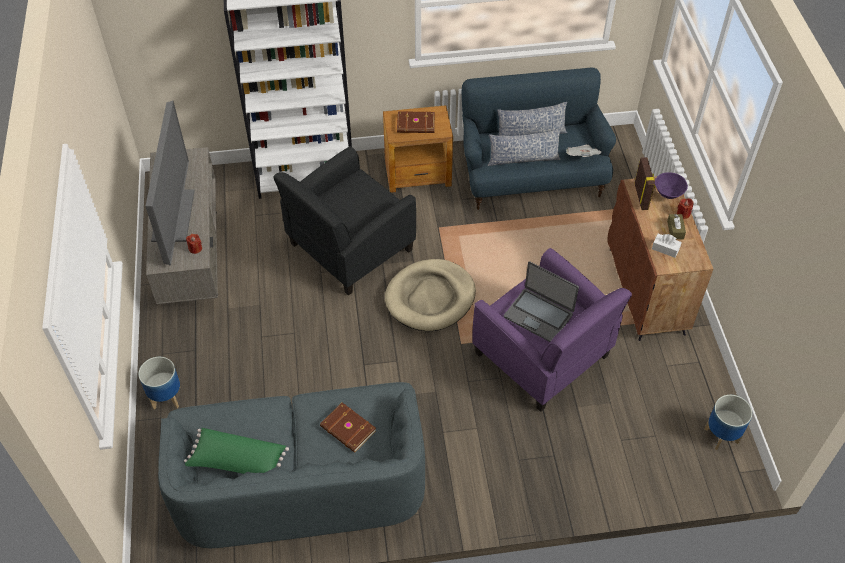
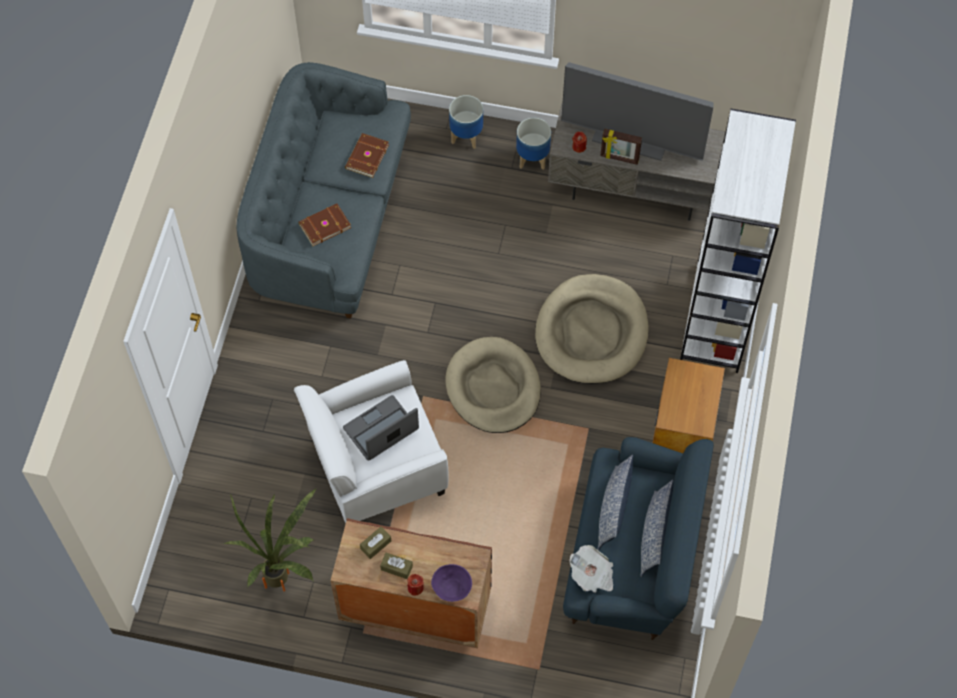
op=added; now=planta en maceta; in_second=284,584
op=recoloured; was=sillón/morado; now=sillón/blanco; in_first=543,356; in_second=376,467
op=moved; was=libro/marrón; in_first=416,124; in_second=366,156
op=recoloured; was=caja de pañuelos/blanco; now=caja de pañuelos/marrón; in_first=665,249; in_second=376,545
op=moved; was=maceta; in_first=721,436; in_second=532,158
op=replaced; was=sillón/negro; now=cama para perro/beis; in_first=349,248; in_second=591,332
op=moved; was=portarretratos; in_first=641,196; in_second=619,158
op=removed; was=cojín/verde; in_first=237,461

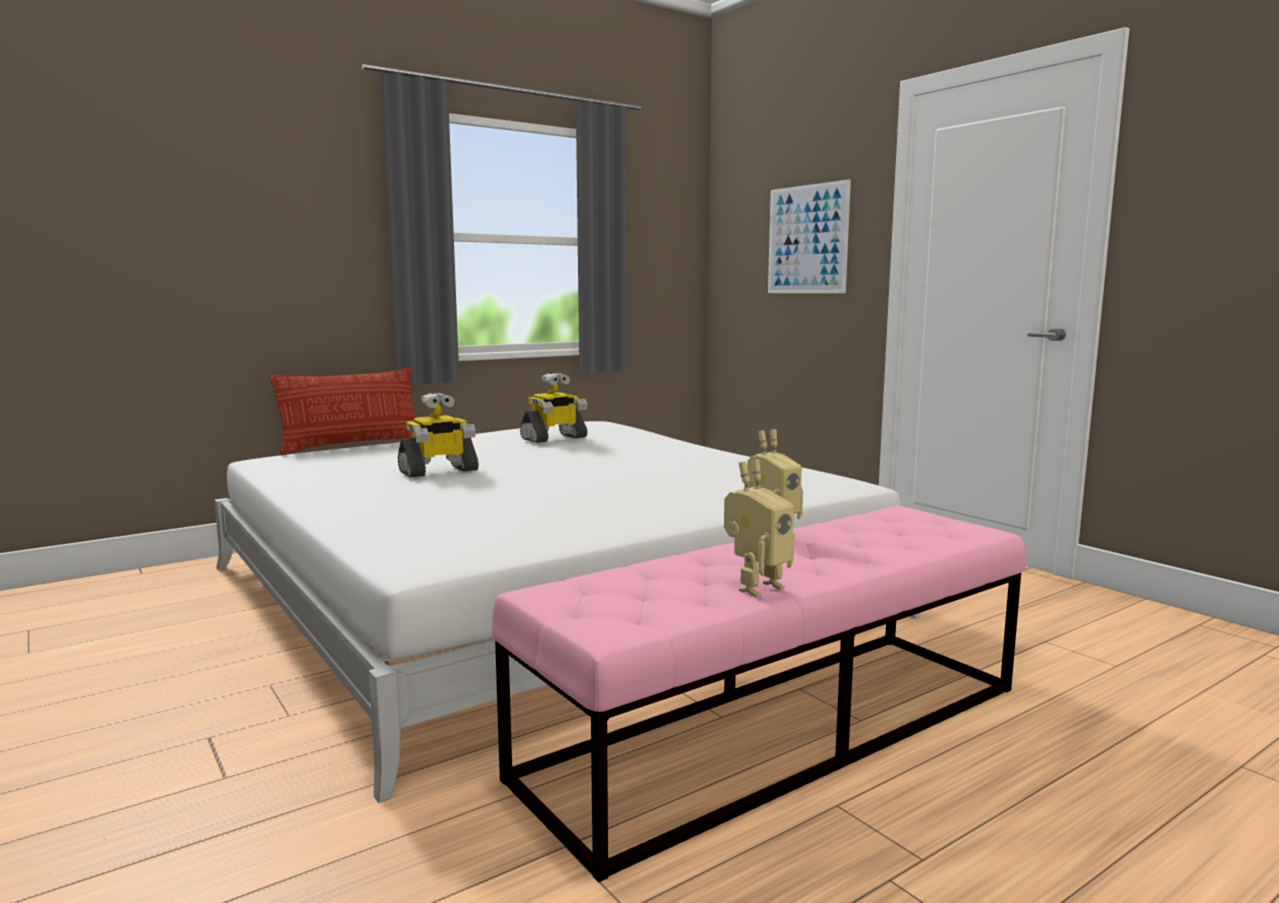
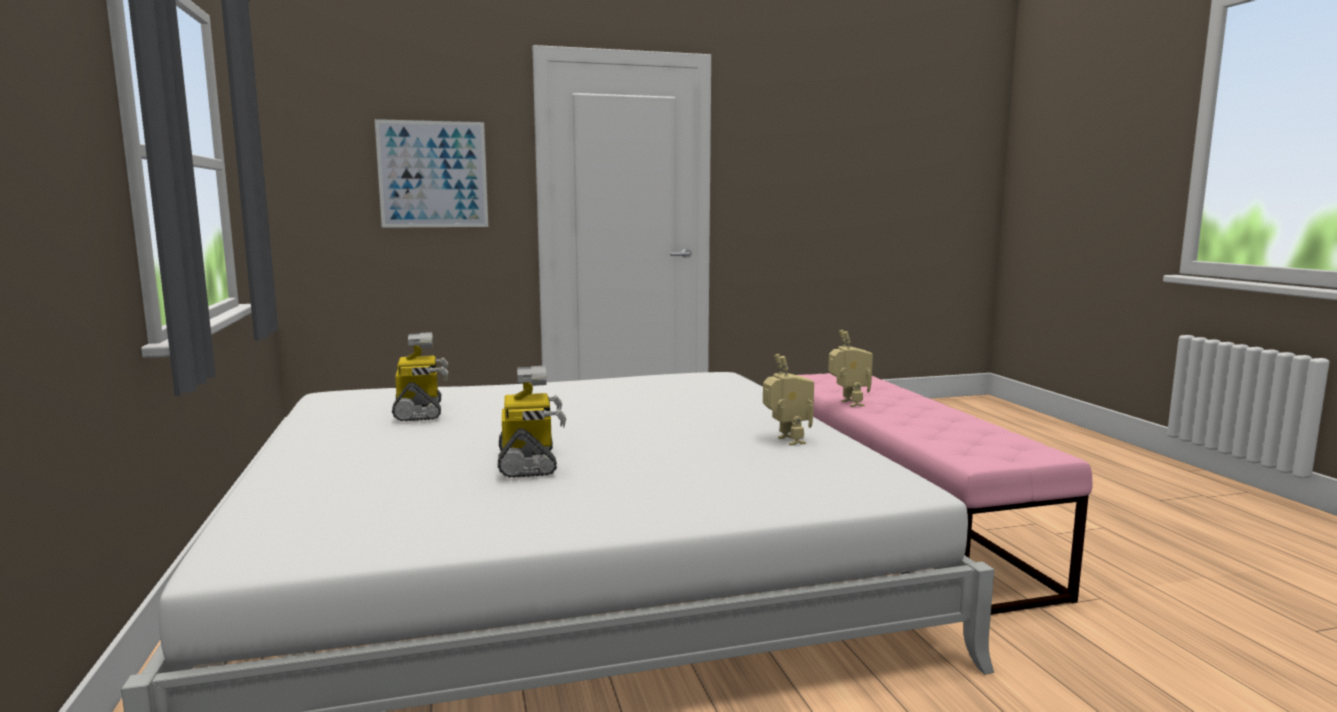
op=moved; was=robot de juguete; in_first=755,587; in_second=786,441
op=removed; was=cojín; in_first=352,445

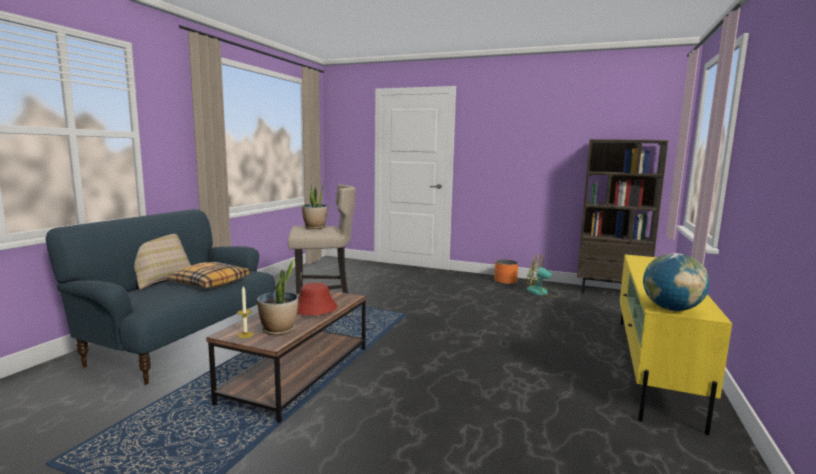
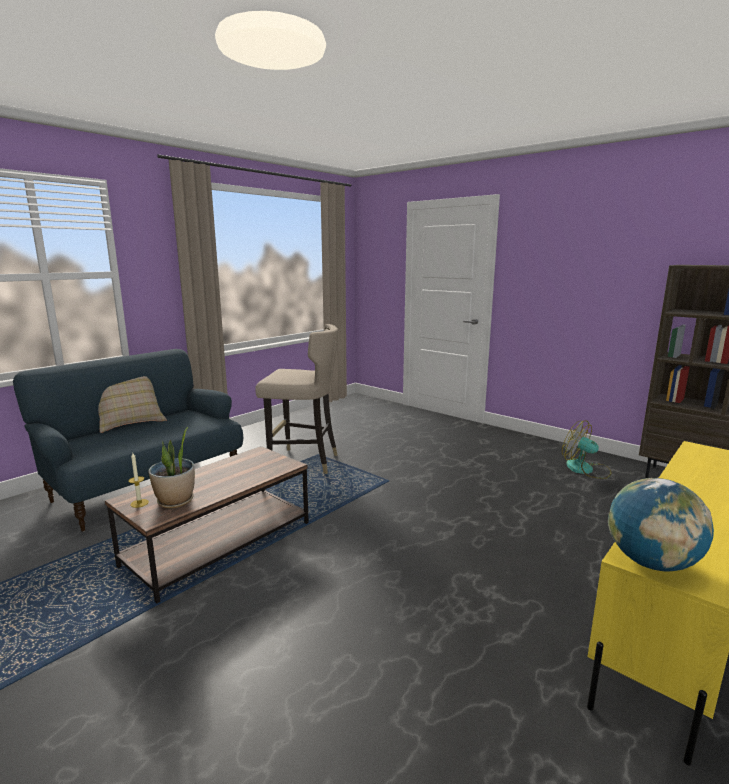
op=removed; was=cojín; in_first=210,283
op=removed; was=sombrero/rojo; in_first=314,308
op=removed; was=planta en maceta; in_first=315,227
op=removed; was=maceta/naranja; in_first=505,281

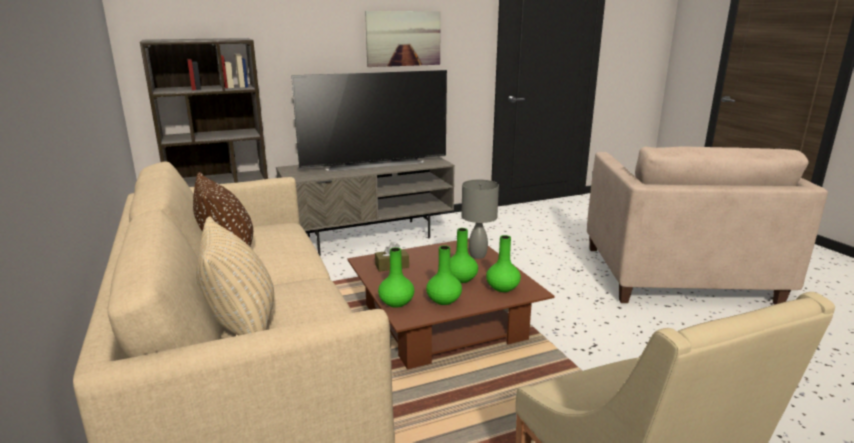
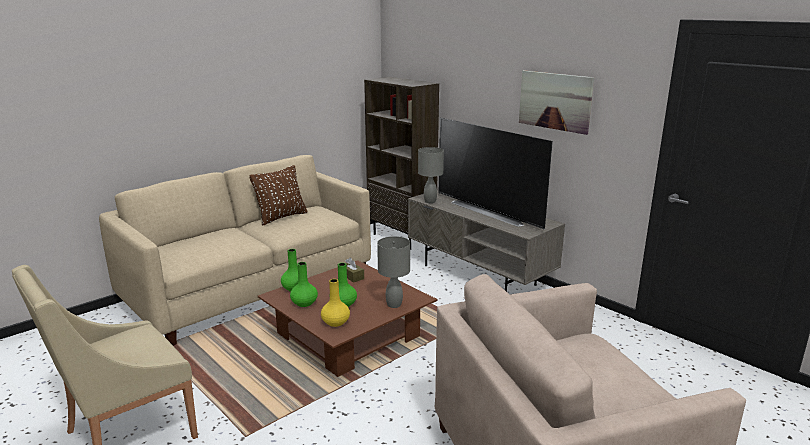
op=recoloured; was=florero/verde; now=florero/amarillo; in_first=503,288; in_second=335,323
op=added; now=lámpara de mesa/gris; in_second=430,201
op=removed; was=cojín/beis; in_first=242,326

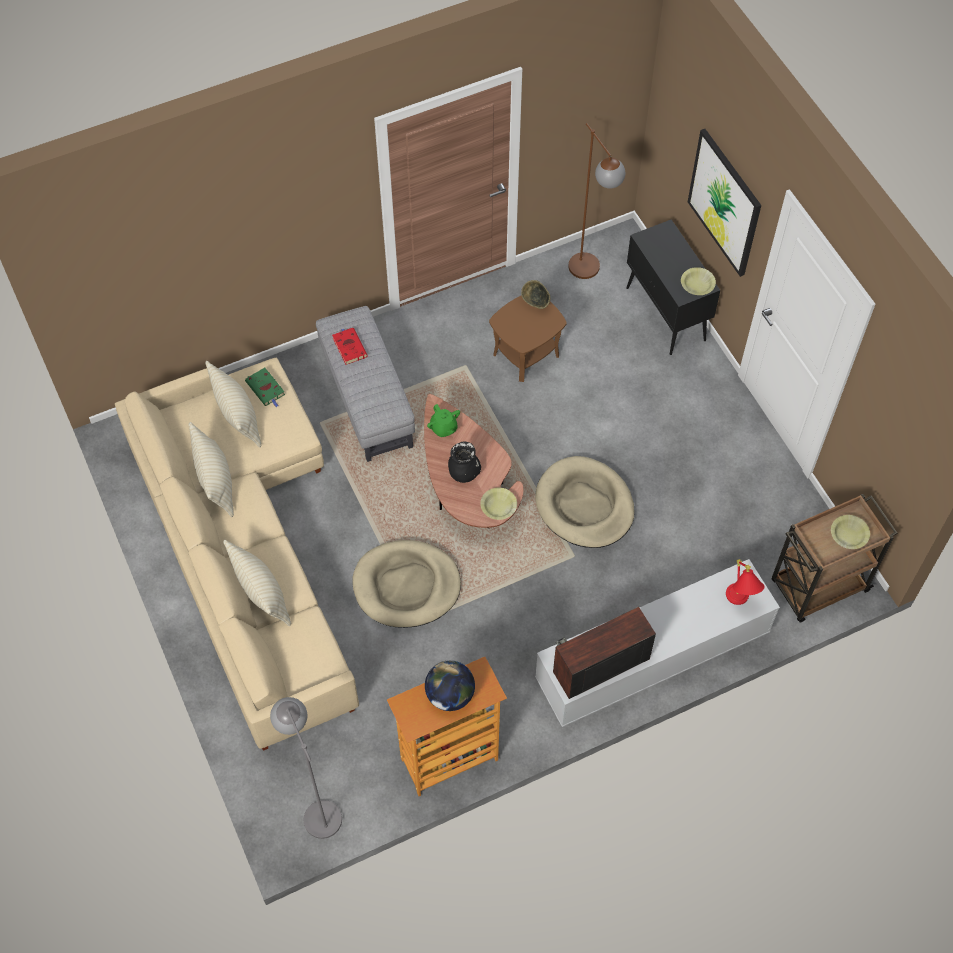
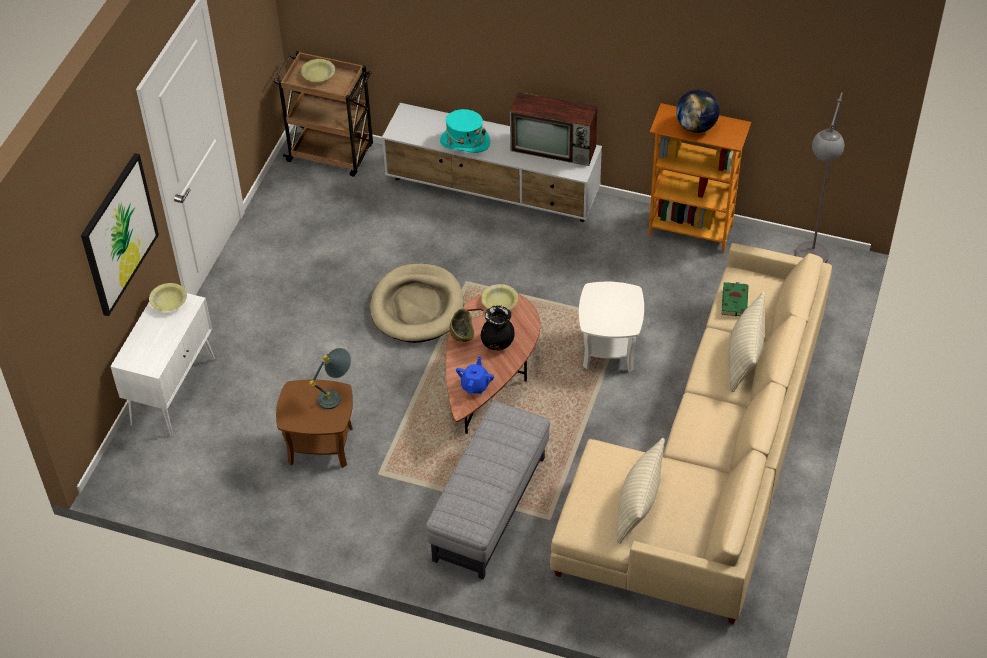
op=recoloured; was=armario/negro; now=armario/blanco; in_first=666,315; in_second=174,390
op=added; now=lámpara de mesa/gris; in_second=336,396
op=added; now=sombrero/turquesa; in_second=464,142
op=moved; was=cuenco; in_first=536,302; in_second=462,335
op=recoloured; was=tetera/verde; now=tetera/azul; in_first=443,428; in_second=475,385
op=replaced; was=cama para perro/beis; now=mesa auxiliar/blanco; in_first=406,586; in_second=609,348
op=moved; was=libro/verde; in_first=266,389; in_second=734,300
op=removed; was=cojín/beis; in_first=215,481
op=removed; was=libro/rojo; in_first=349,347
op=removed; was=lámpara de pie/marrón; in_first=589,274
op=removed; was=lámpara de mesa/rojo; in_first=739,602

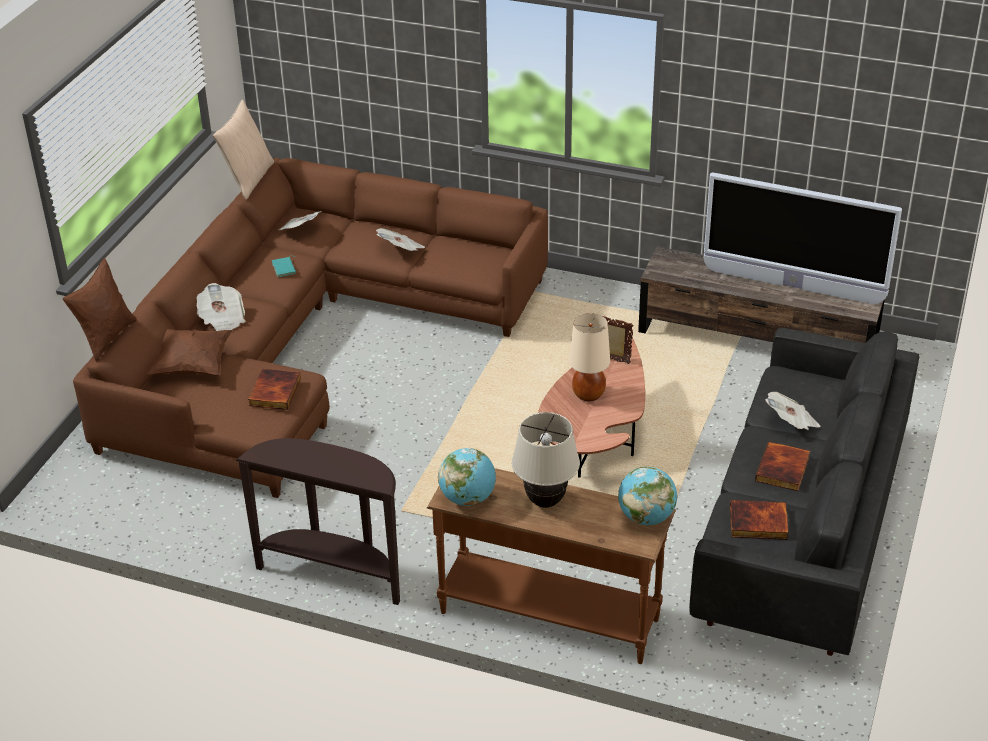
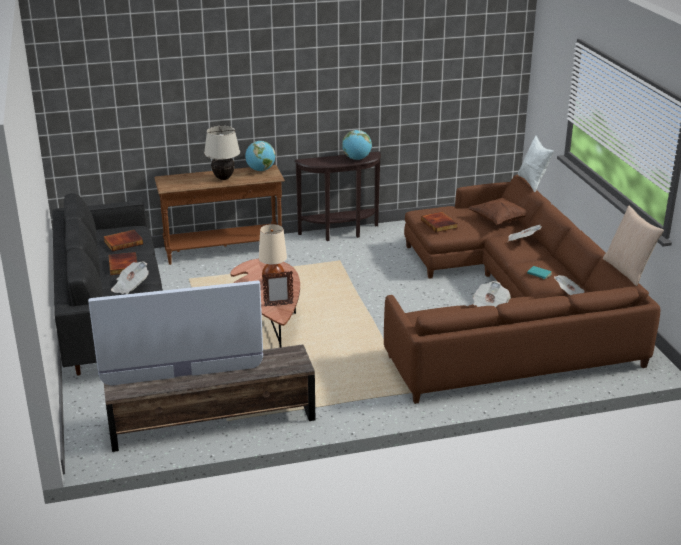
op=moved; was=globo terráqueo; in_first=646,517; in_second=357,159
op=recoloured; was=cojín/marrón; now=cojín/blanco; in_first=106,338; in_second=533,183

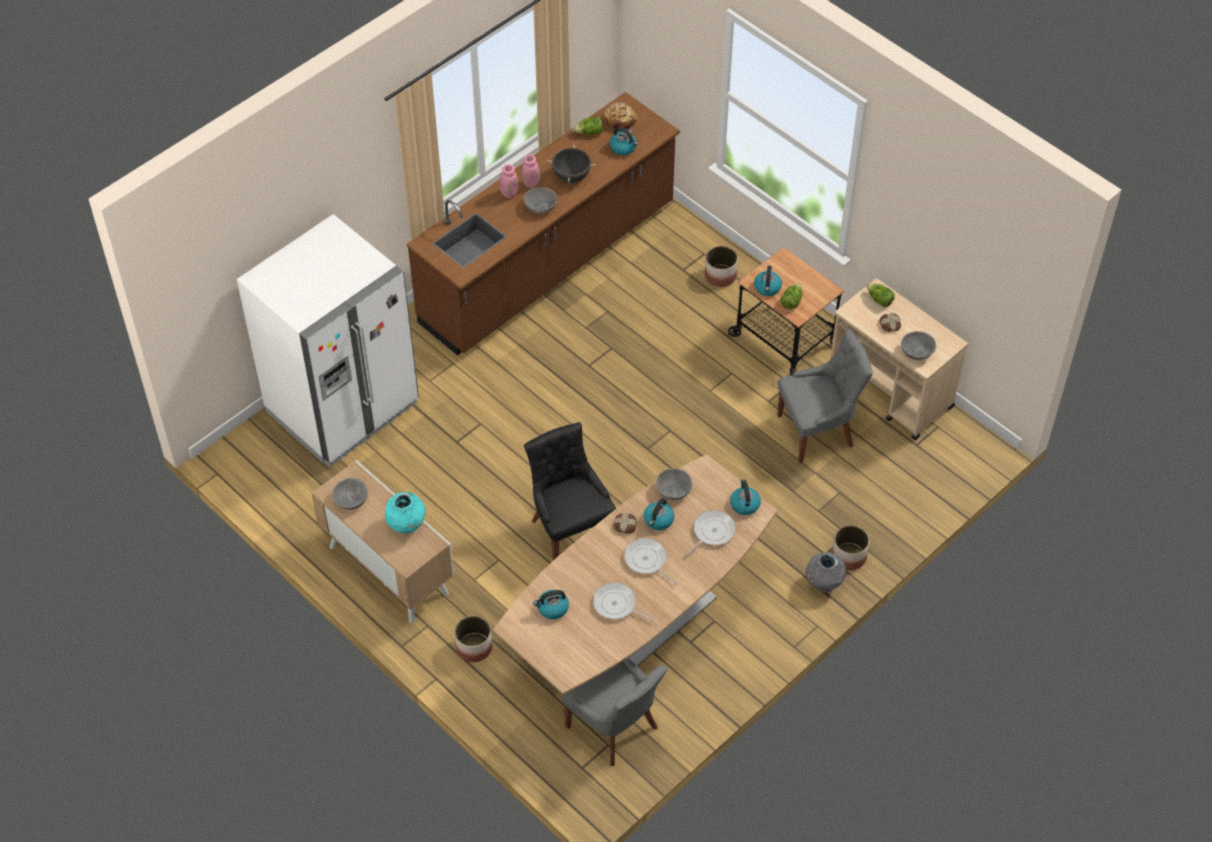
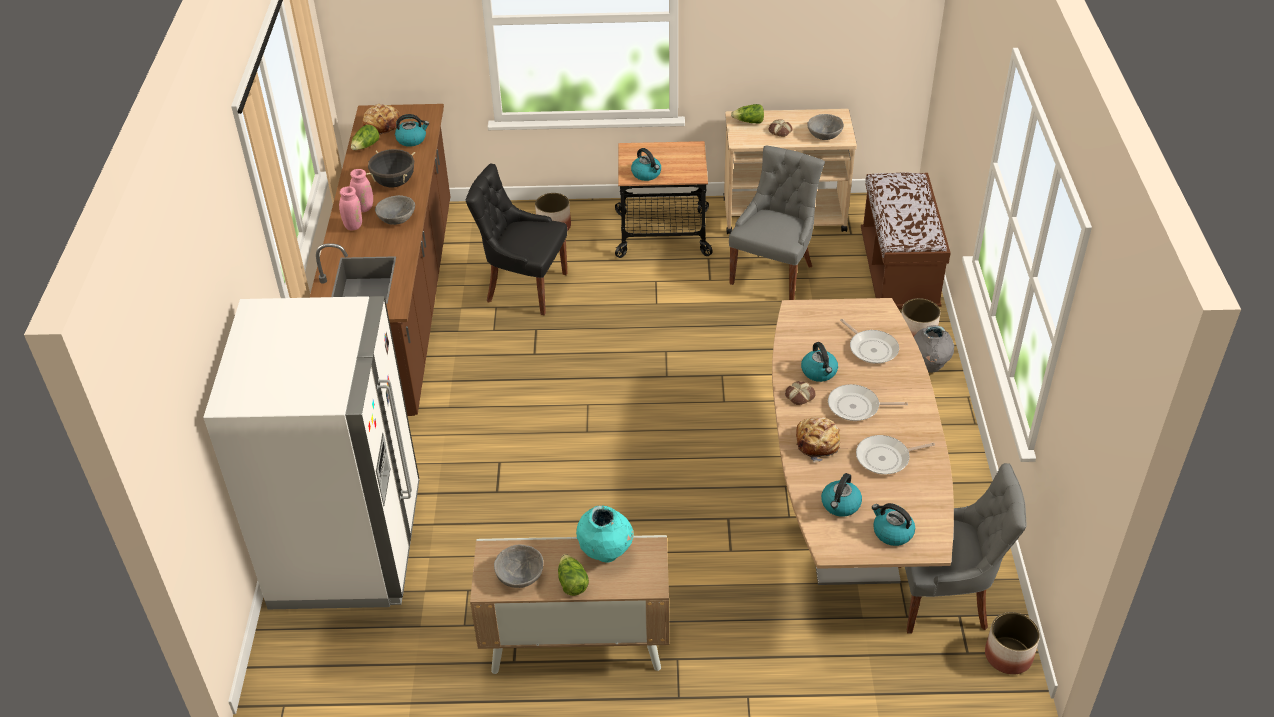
op=moved; was=silla/negro; in_first=570,530; in_second=524,287
op=moved; was=lechuga; in_first=791,301; in_second=572,582
op=added; now=pan; in_second=818,443
op=turned; was=sartén; in_first=712,532; in_second=871,348; clockwise=150
op=added; now=banco/marrón; in_second=898,272
op=moved; was=hervidor; in_first=744,504; in_second=892,532
op=moved; was=maceta; in_first=473,647; in_second=1008,656
op=removed; was=cuenco/gris; in_first=673,490

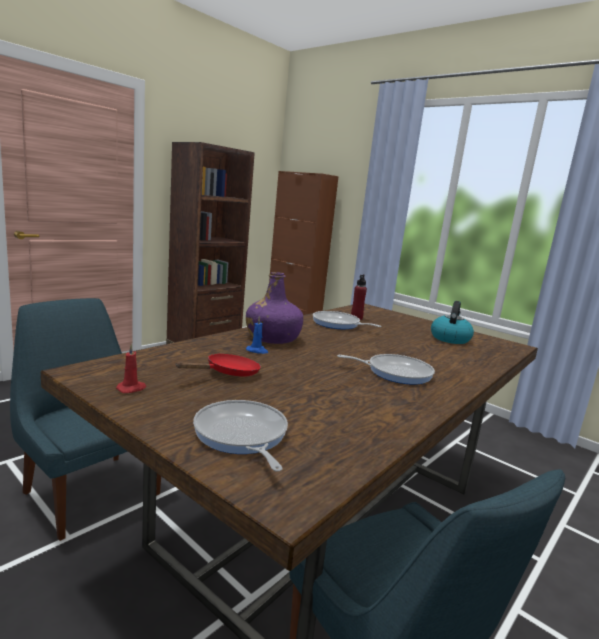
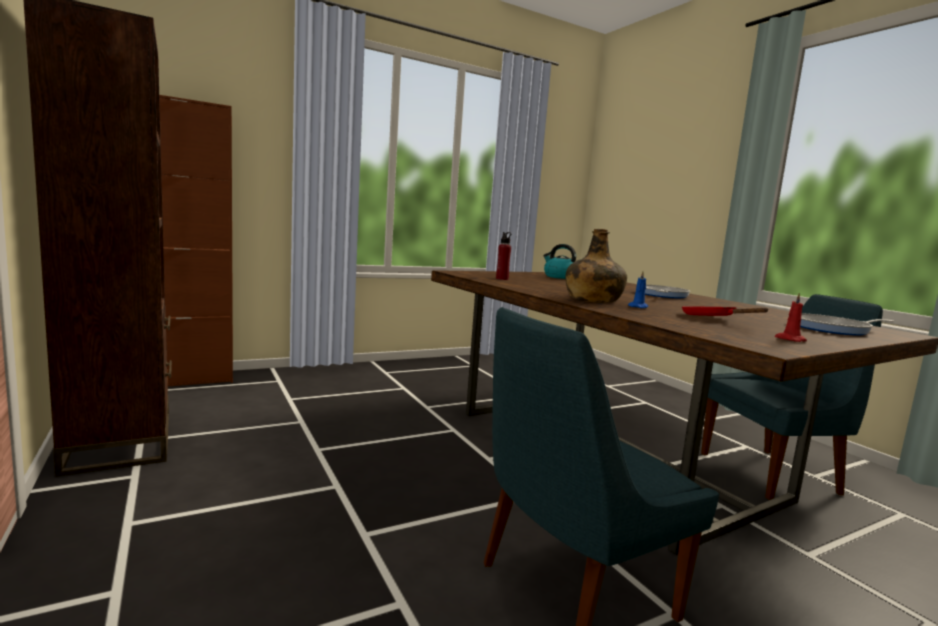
op=recoloured; was=botella/morado; now=botella/verde; in_first=272,338; in_second=592,300
op=removed; was=sartén; in_first=338,324

